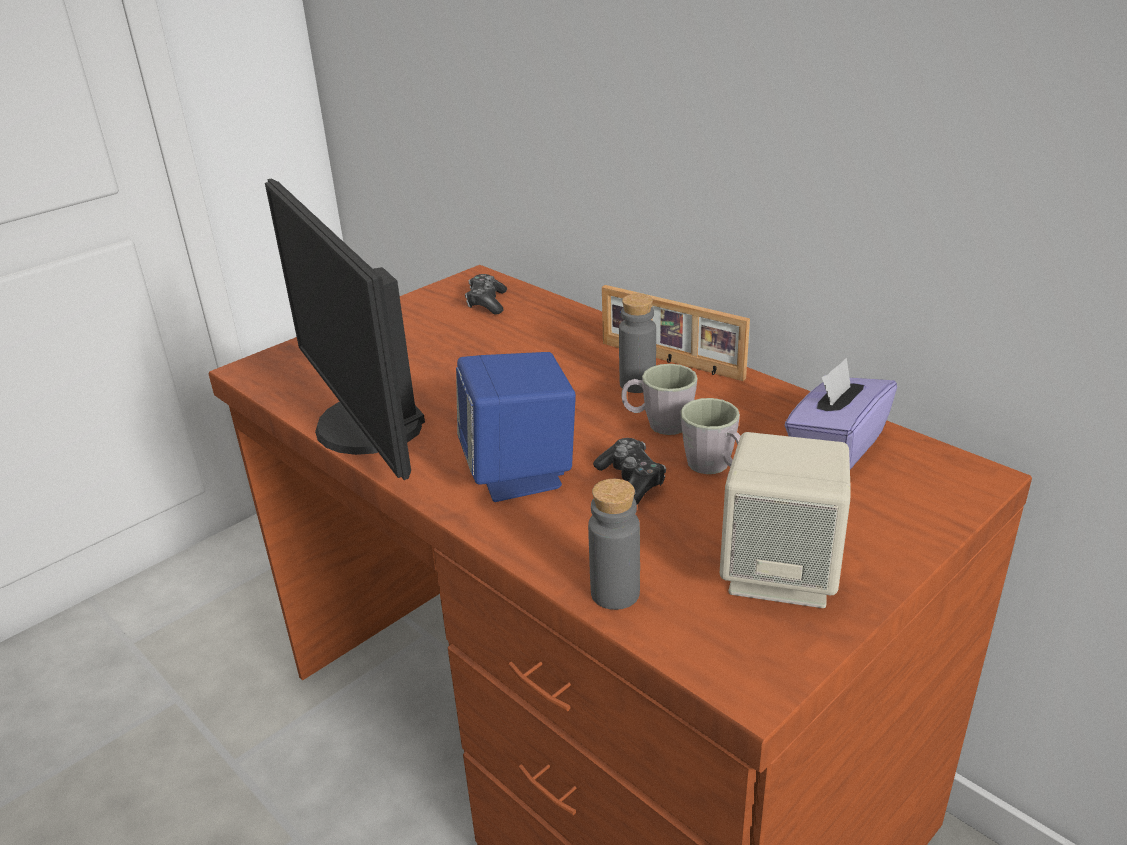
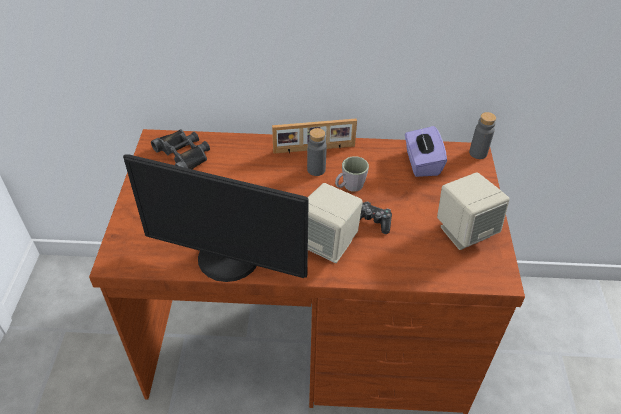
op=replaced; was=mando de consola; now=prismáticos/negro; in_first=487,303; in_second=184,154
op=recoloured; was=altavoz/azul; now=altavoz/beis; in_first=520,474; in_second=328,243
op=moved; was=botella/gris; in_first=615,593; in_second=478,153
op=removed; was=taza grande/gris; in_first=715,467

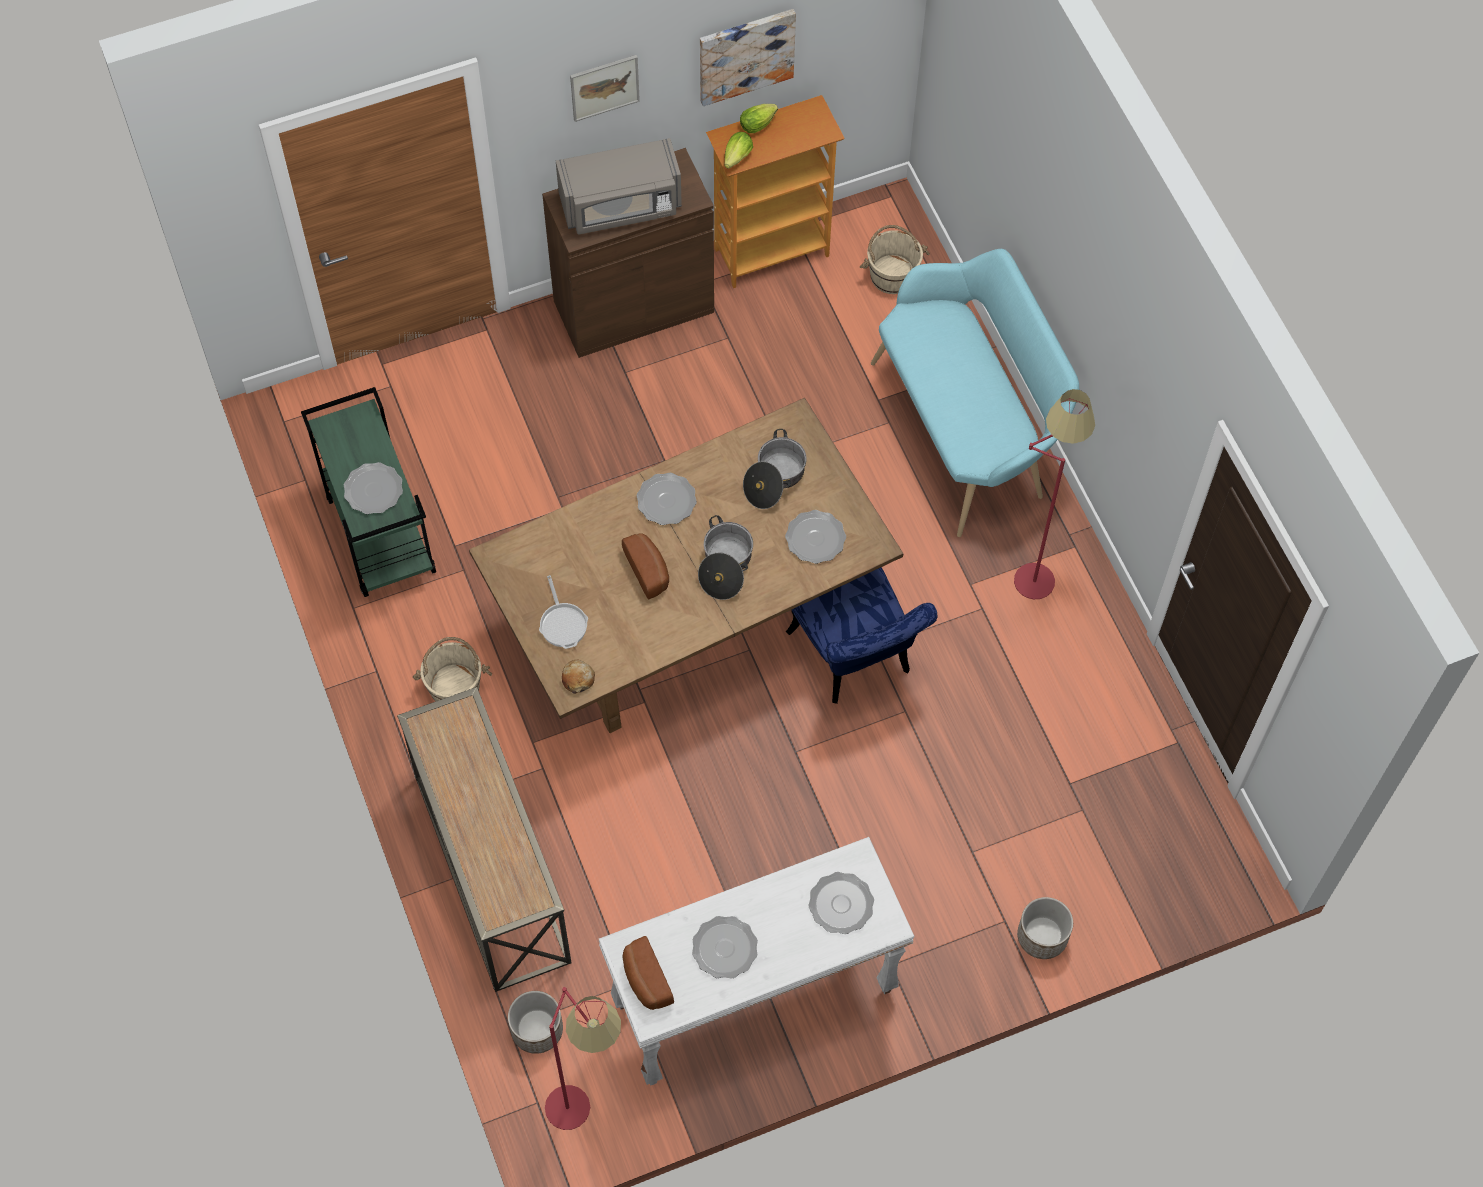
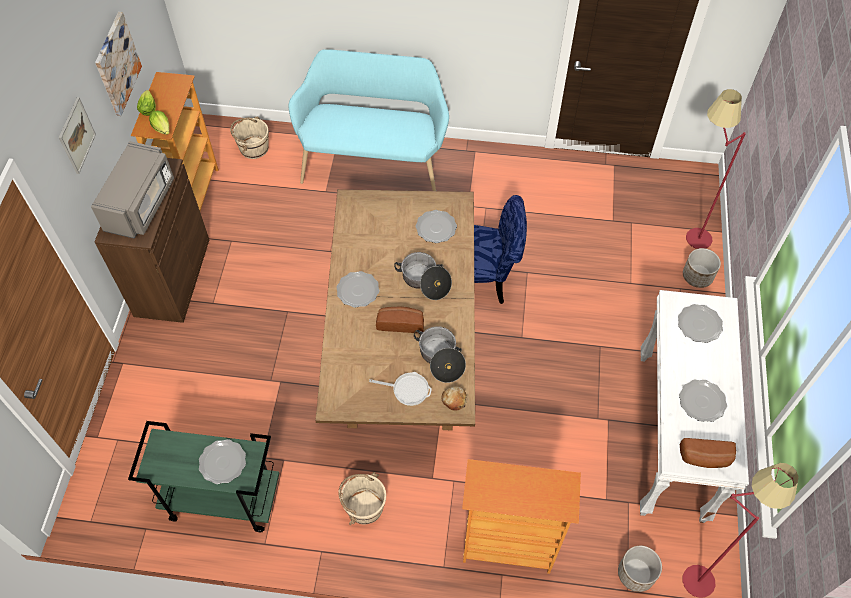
op=moved; was=olla; in_first=774,479; in_second=440,358
op=replaced; was=mesa consola; now=estantería; in_first=490,868; in_second=507,547
op=moved; was=lámpara de pie/rojo; in_first=1036,564; in_second=688,232

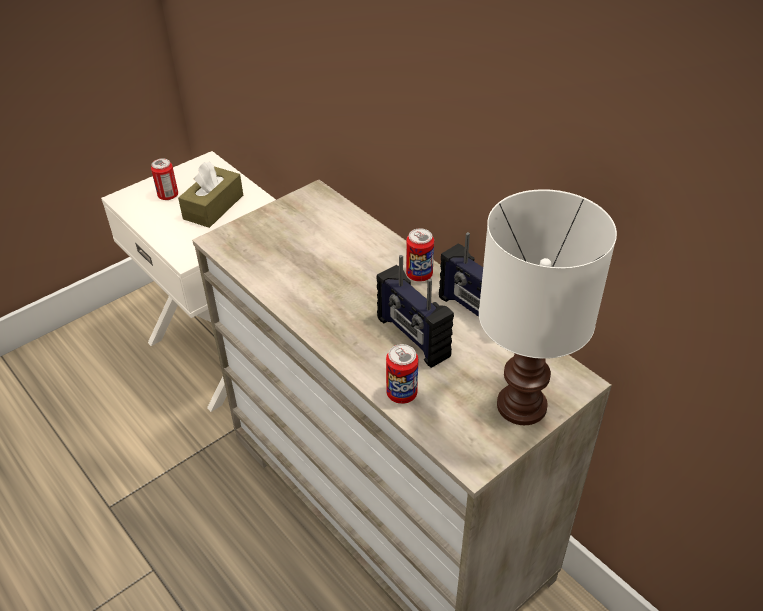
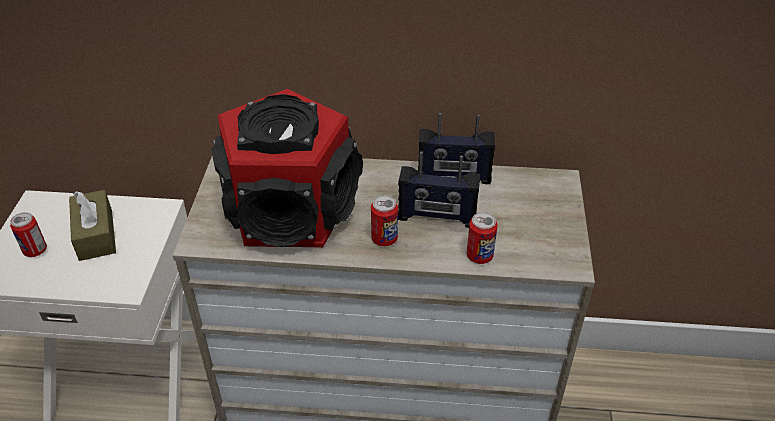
op=added; now=altavoz; in_second=291,211
op=moved; was=lata; in_first=419,275; in_second=384,239
op=removed; was=lámpara de mesa/blanco; in_first=519,406

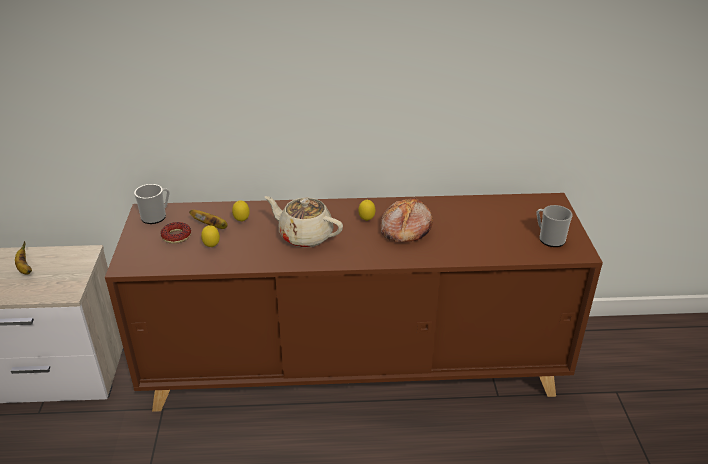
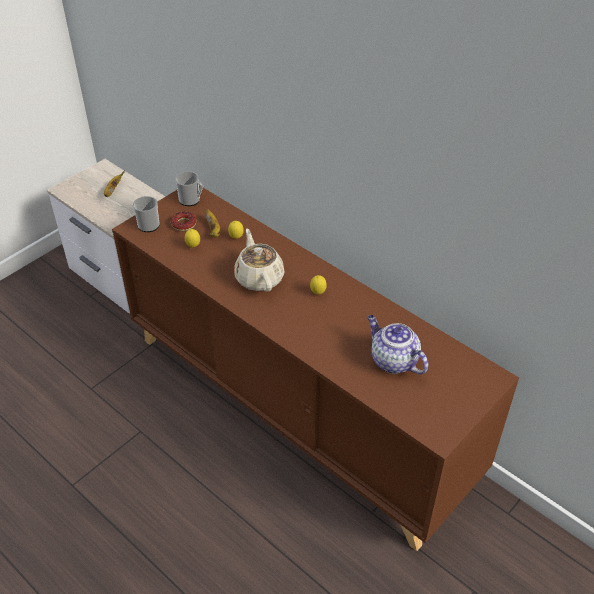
op=moved; was=taza grande; in_first=549,239; in_second=148,223
op=added; now=tetera; in_second=393,360
op=removed; was=pan; in_first=405,229

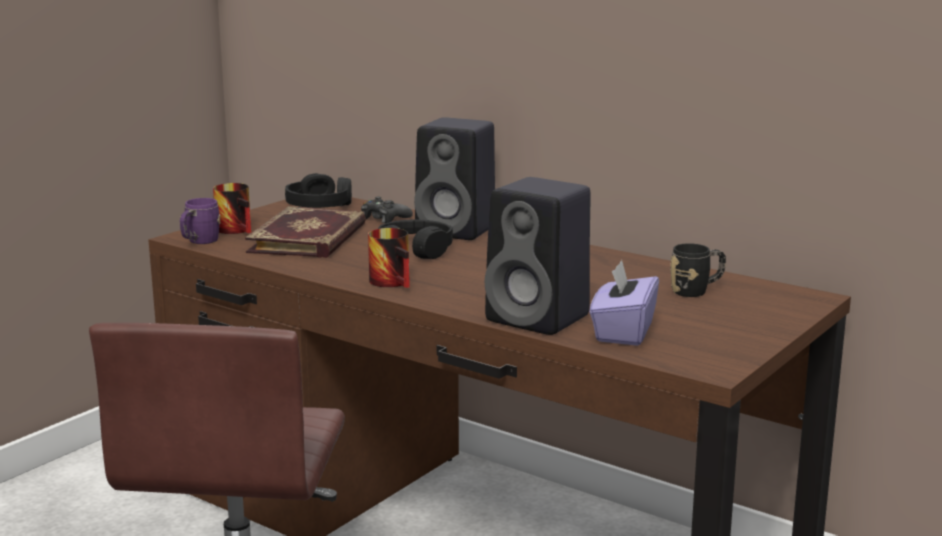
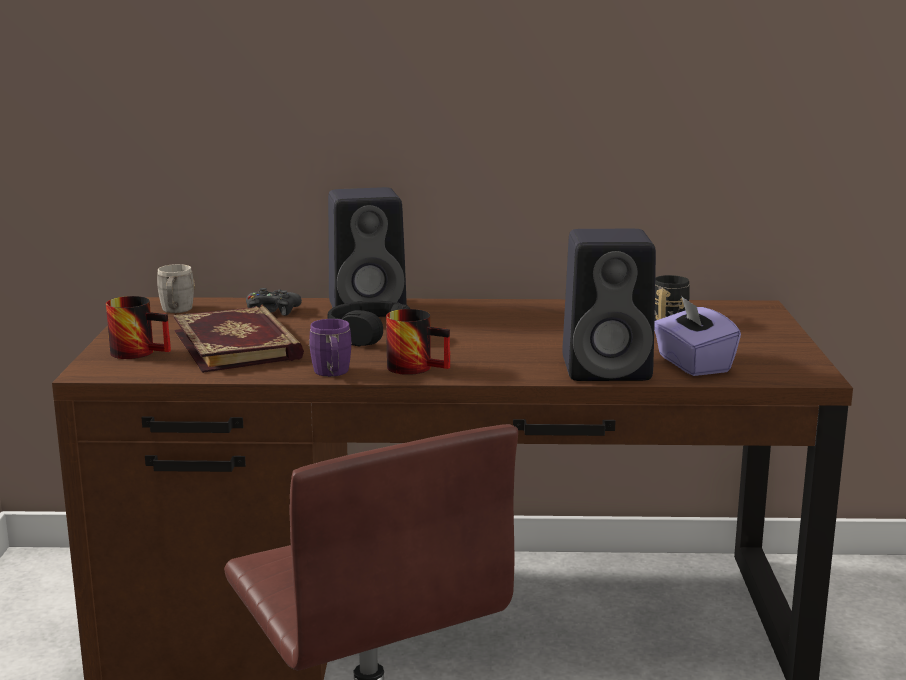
op=replaced; was=auriculares/negro; now=taza grande/gris; in_first=320,205; in_second=176,311
op=moved; was=taza grande/morado; in_first=199,242; in_second=332,374

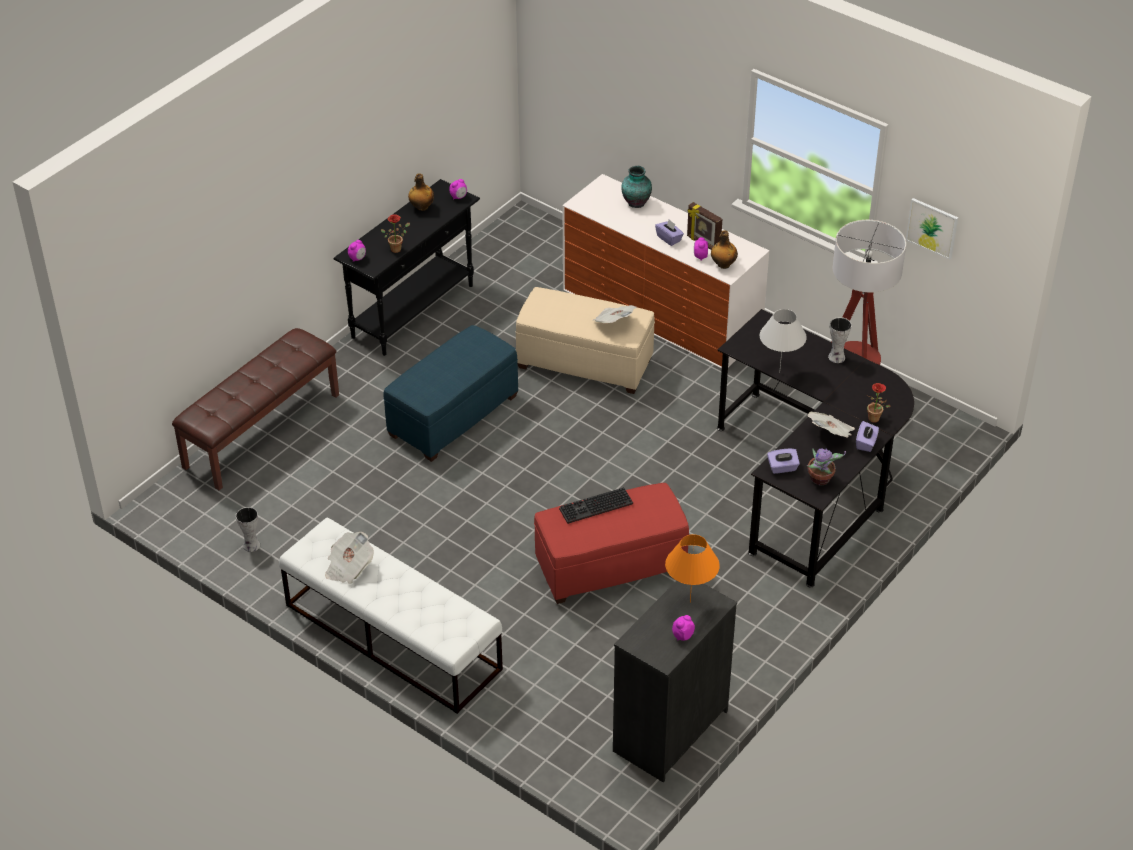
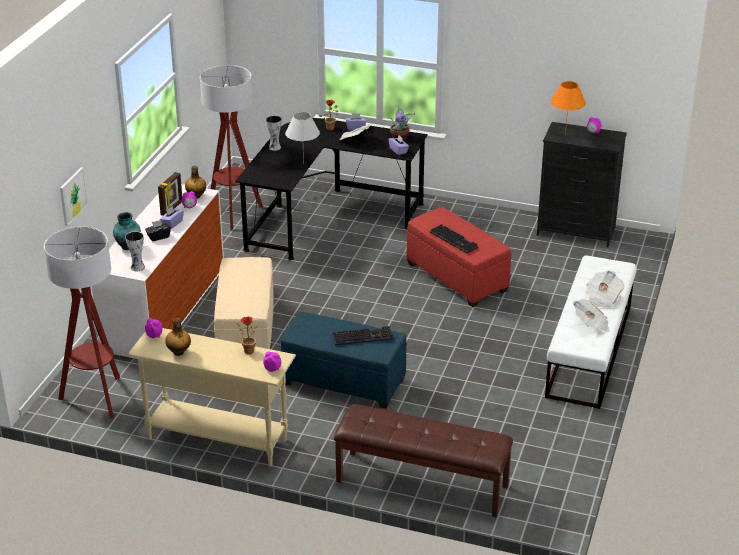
op=added; now=lámpara de pie; in_second=96,398
op=moved; was=cuadro; in_first=932,228; in_second=72,196
op=moved; was=florero; in_first=250,546; in_second=138,267
op=recoloured; was=mesa consola/negro; now=mesa consola/beis; in_first=413,311; in_second=217,439
op=added; now=caja de pañuelos/negro; in_second=158,237
op=added; now=teclado; in_second=363,336
op=moved; was=periódico; in_first=614,322; in_second=602,298

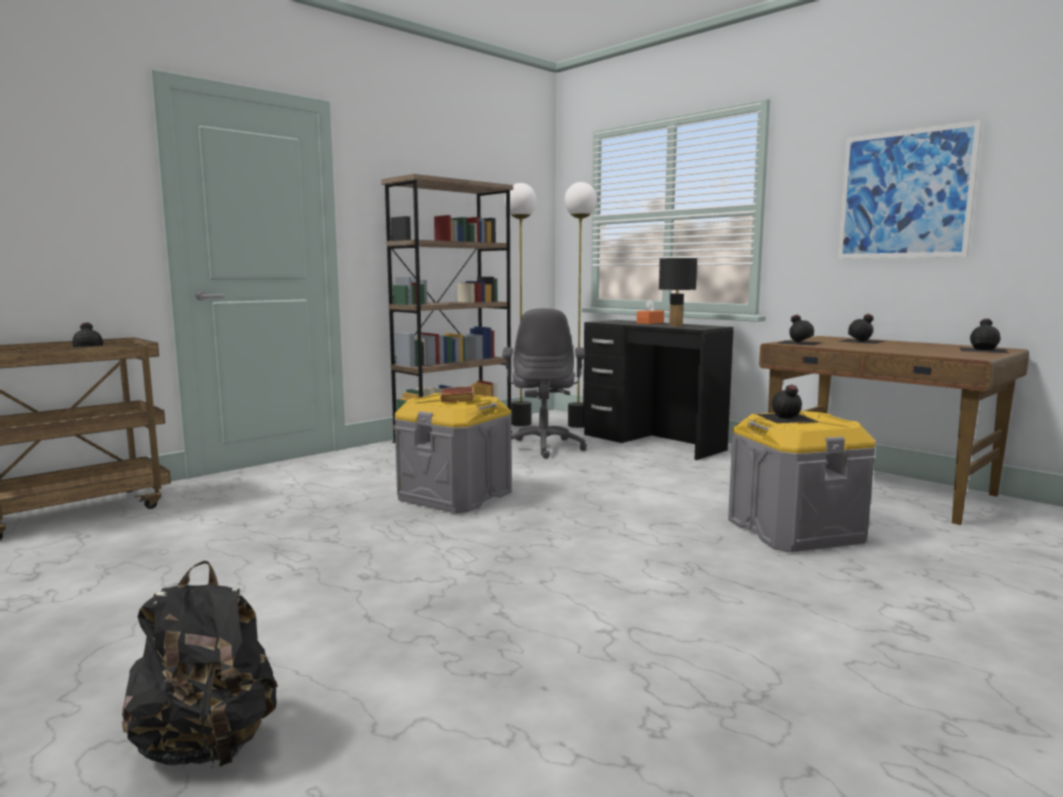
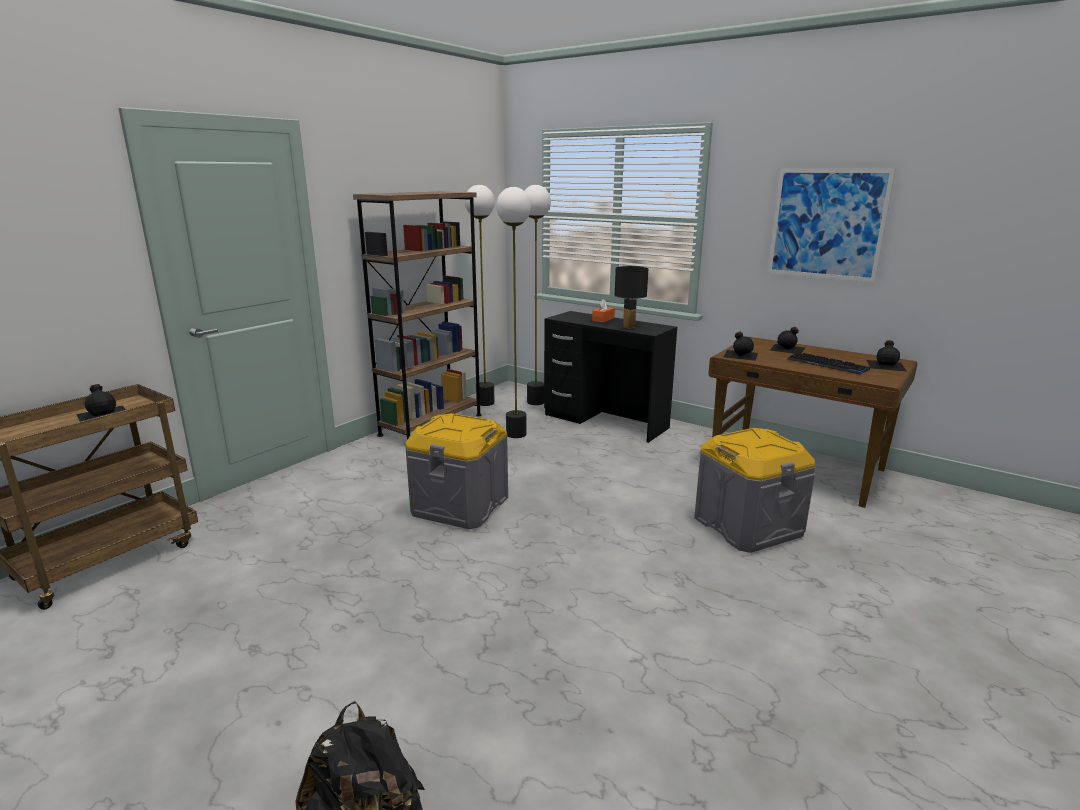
op=replaced; was=silla de oficina/gris; now=lámpara de pie; in_first=544,447; in_second=515,434
op=added; now=teclado; in_second=827,365
op=removed; was=libro/marrón; in_first=459,399
op=removed; was=botella/negro; in_first=786,418

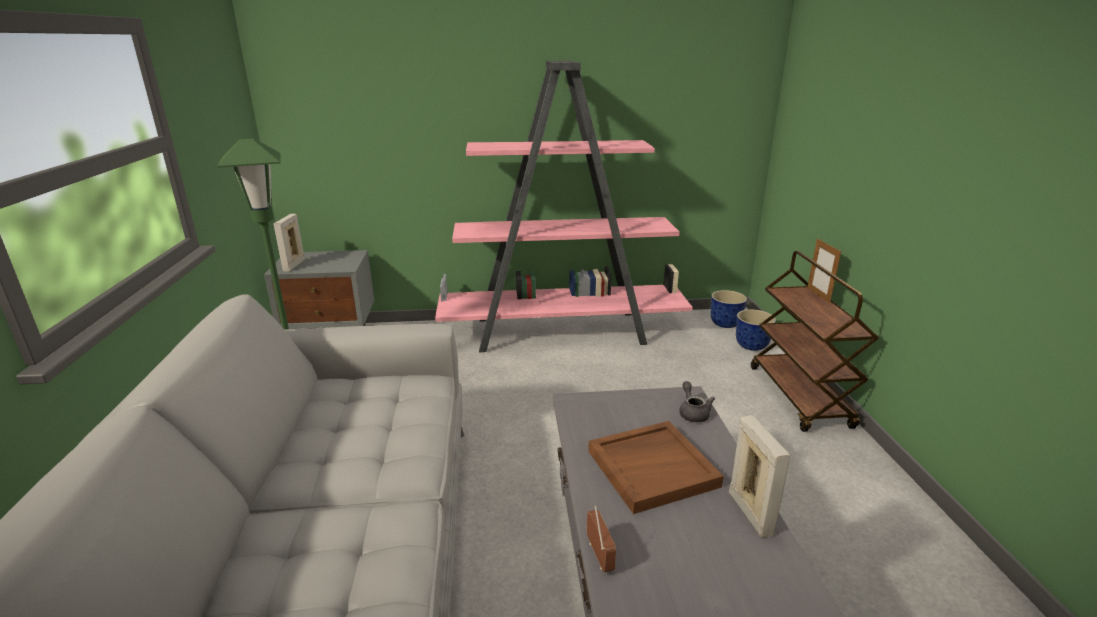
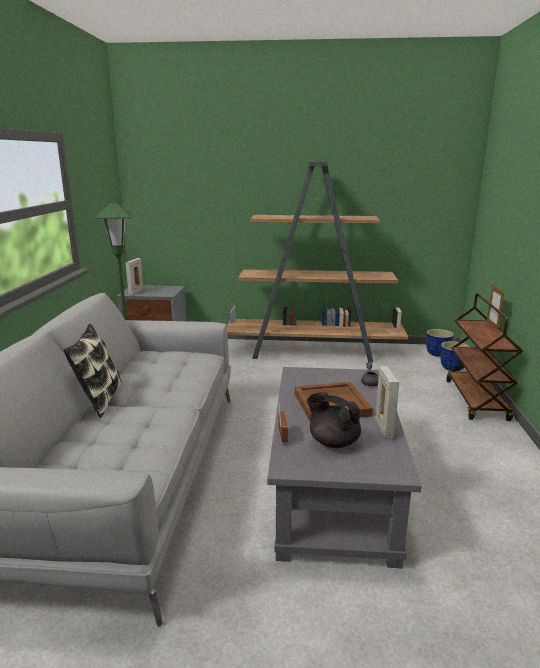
op=added; now=cojín; in_second=99,400
op=recoloured; was=estantería/rosa; now=estantería/marrón; in_first=563,331; in_second=314,351
op=added; now=tetera/negro; in_second=333,442

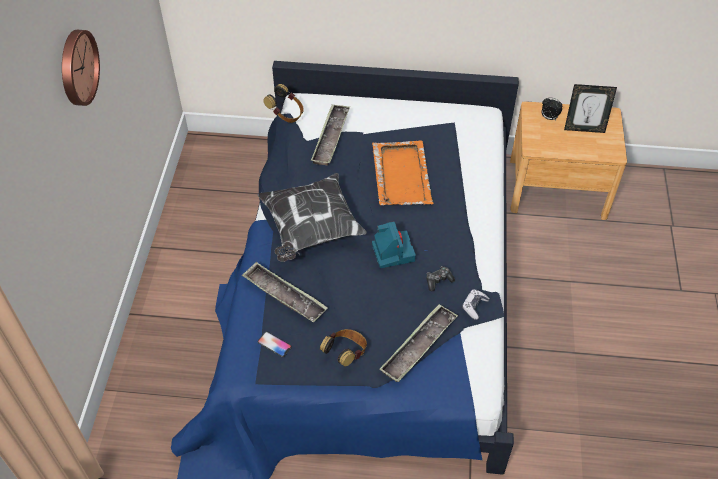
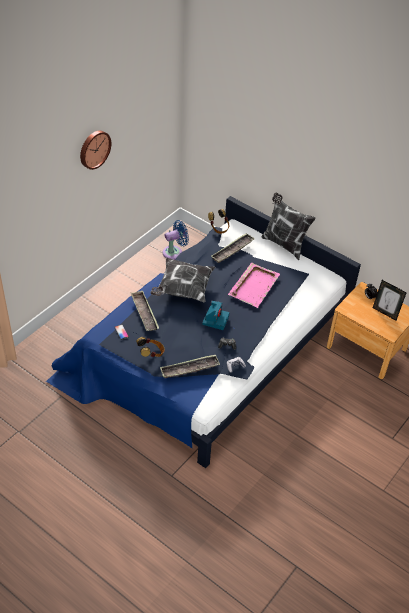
op=added; now=ventilador/azul; in_second=174,252
op=recoloured; was=bandeja/naranja; now=bandeja/rosa; in_first=401,174; in_second=254,286
op=added; now=cojín; in_second=284,244

